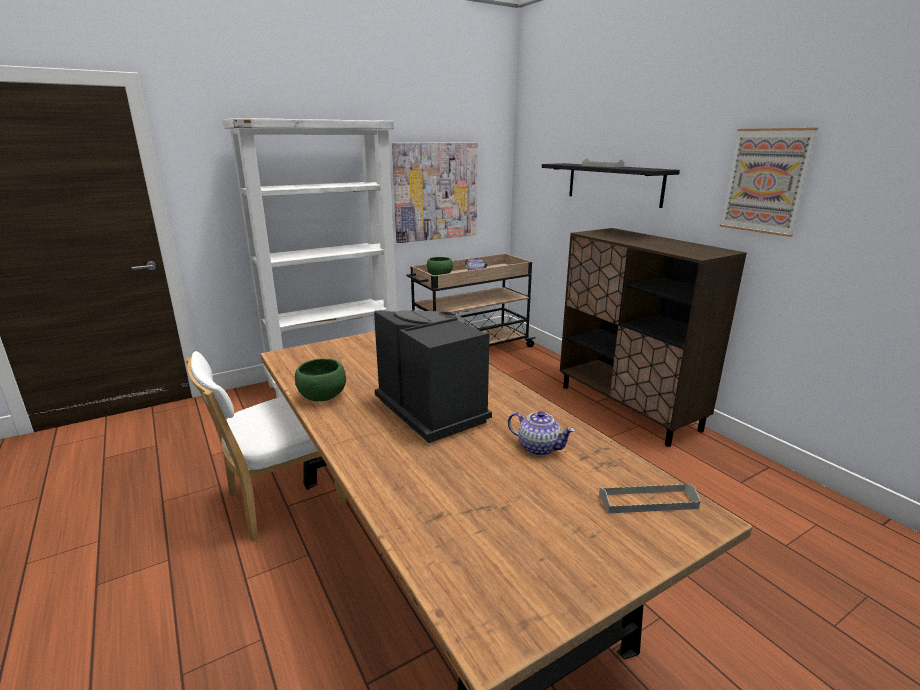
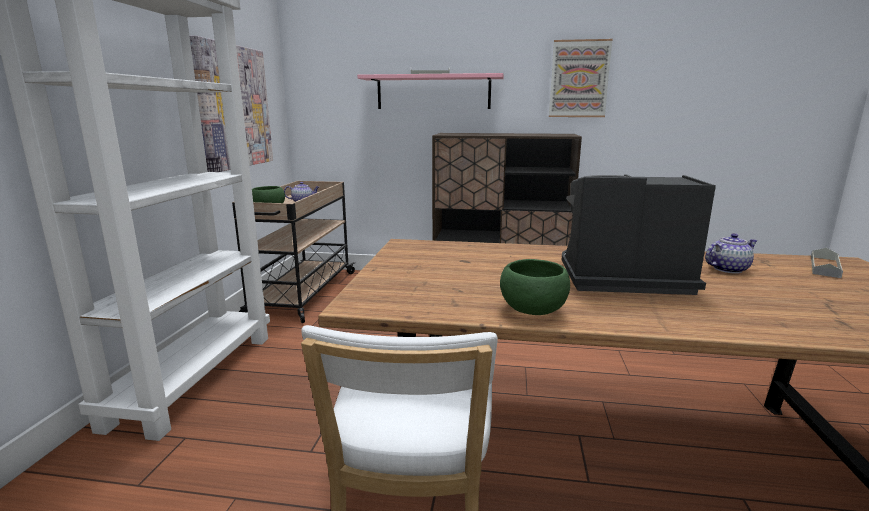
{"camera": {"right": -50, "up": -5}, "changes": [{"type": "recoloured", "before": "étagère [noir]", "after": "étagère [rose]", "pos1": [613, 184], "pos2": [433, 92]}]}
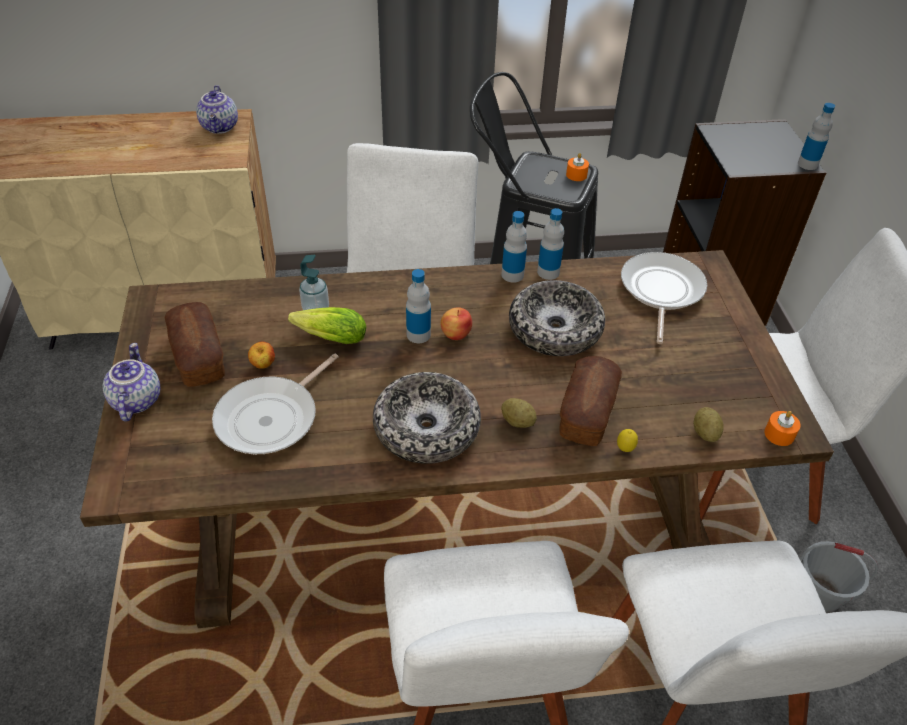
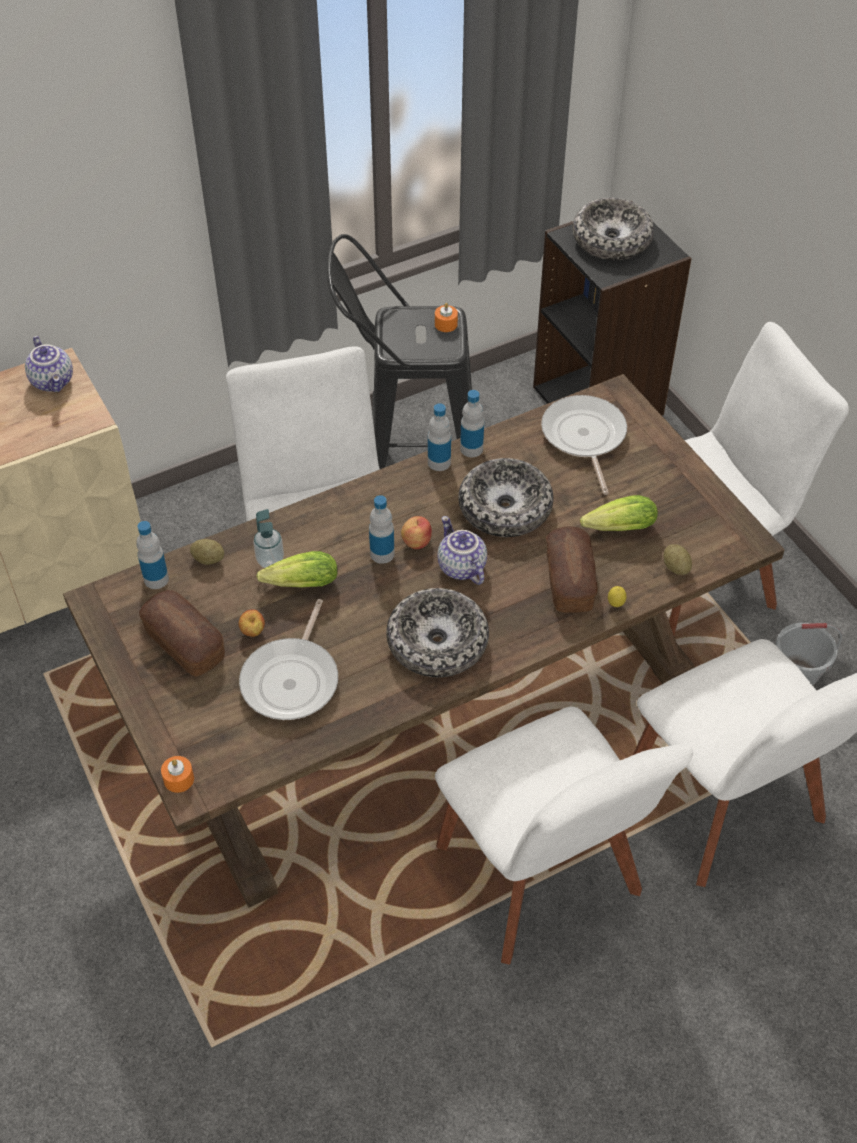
{"camera": {"right": -20, "up": 5}, "changes": [{"type": "moved", "before": "bouteille", "pos1": [807, 164], "pos2": [156, 579]}, {"type": "moved", "before": "bougie [orange]", "pos1": [779, 434], "pos2": [179, 779]}, {"type": "moved", "before": "pomme de terre", "pos1": [517, 421], "pos2": [208, 559]}, {"type": "moved", "before": "théière", "pos1": [135, 400], "pos2": [460, 567]}, {"type": "added", "after": "bol", "pos2": [611, 239]}, {"type": "added", "after": "laitue", "pos2": [616, 529]}]}
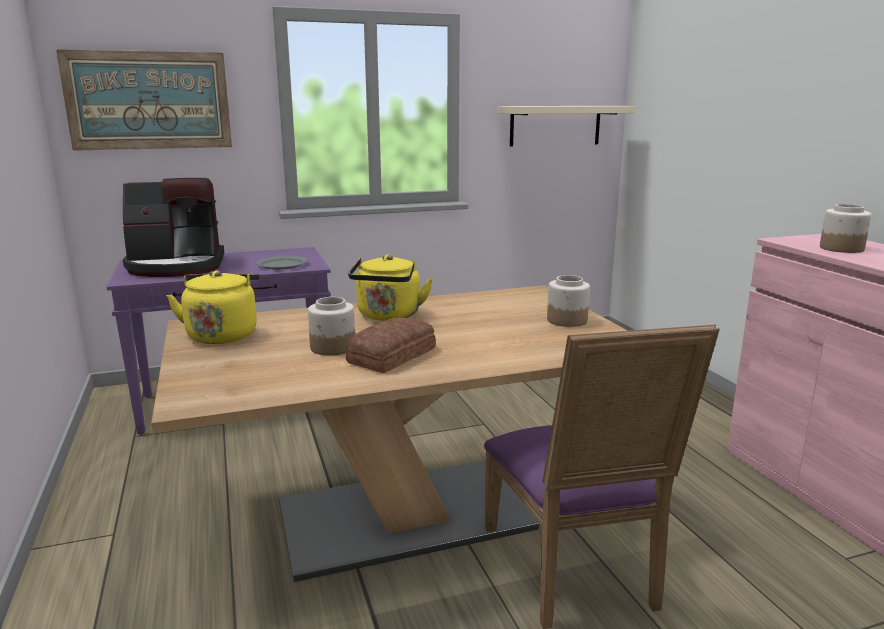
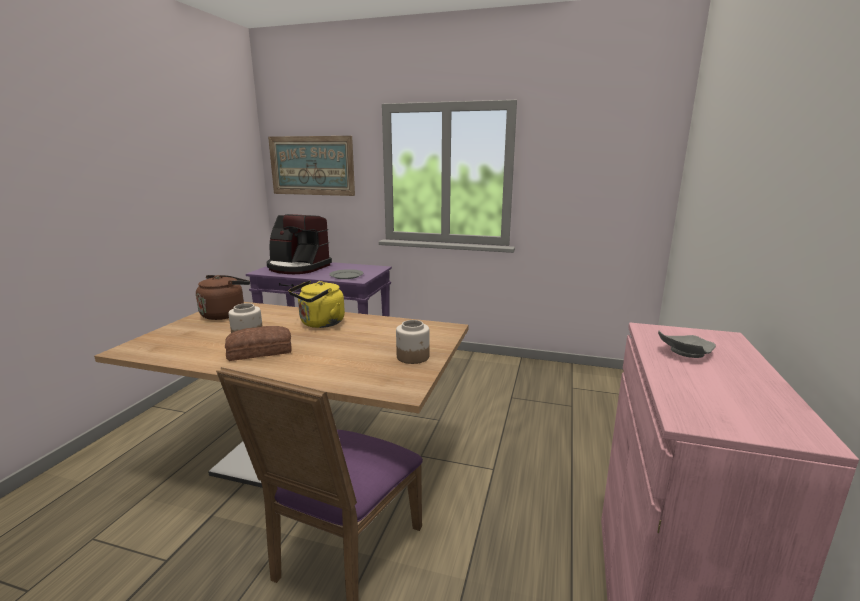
{"camera": {"right": 35, "up": 0}, "changes": [{"type": "recoloured", "before": "bouilloire [jaune]", "after": "bouilloire [marron]", "pos1": [222, 334], "pos2": [225, 314]}, {"type": "replaced", "before": "bocal", "after": "assiette [gris]", "pos1": [841, 249], "pos2": [684, 353]}, {"type": "removed", "before": "étagère [beige]", "pos1": [555, 125]}]}
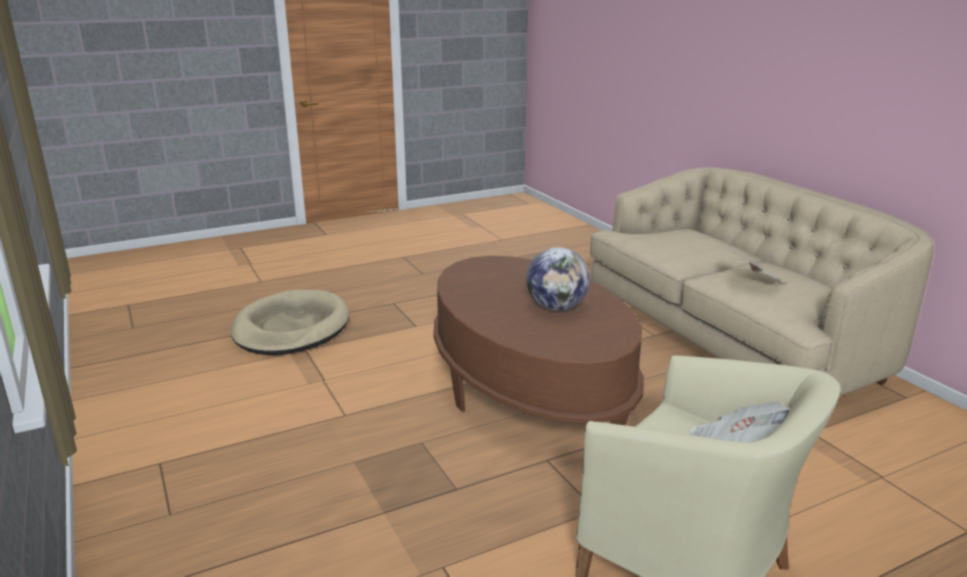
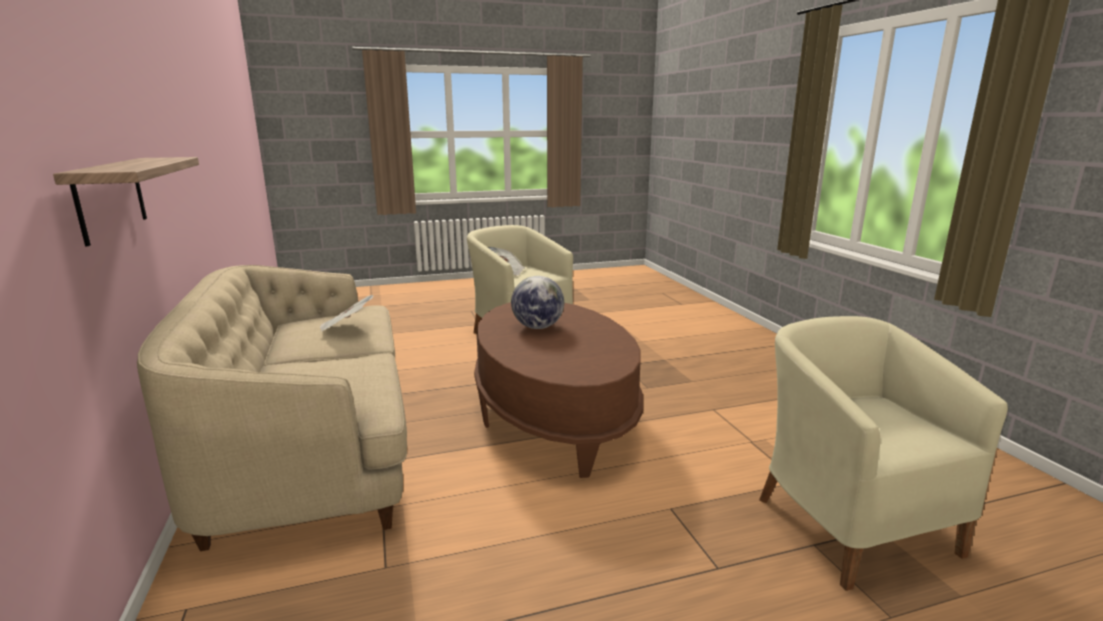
{"camera": {"right": -170, "up": -5}, "changes": [{"type": "added", "after": "étagère", "pos2": [111, 198]}, {"type": "replaced", "before": "panier pour chien [beige]", "after": "fauteuil [beige]", "pos1": [291, 328], "pos2": [849, 523]}]}
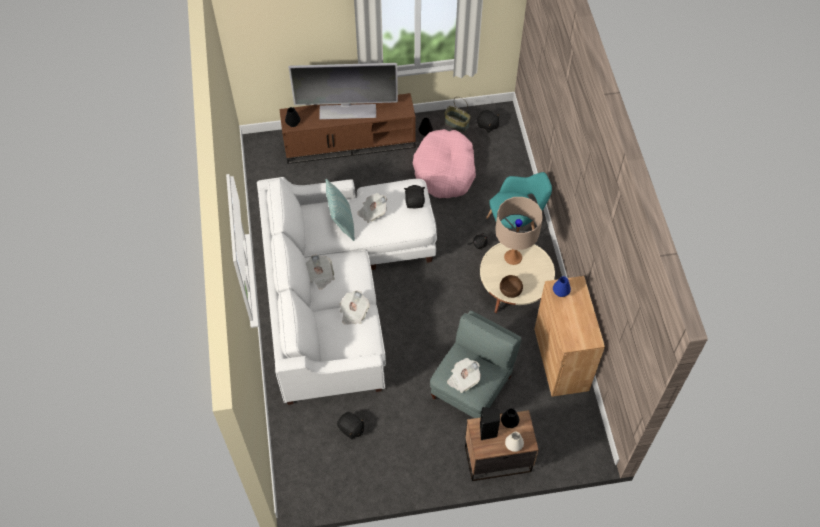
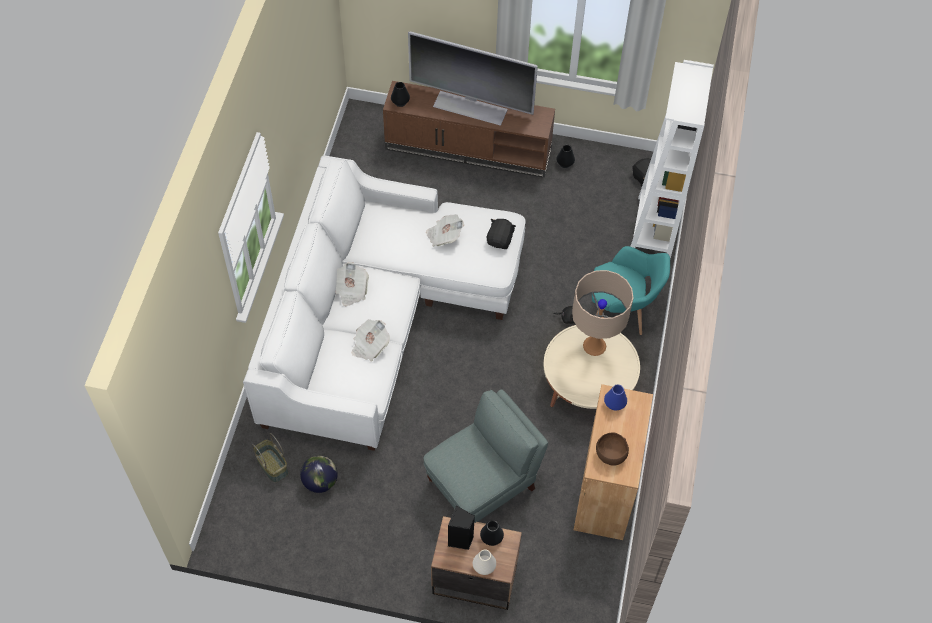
{"camera": {"right": 20, "up": 0}, "changes": [{"type": "moved", "before": "panier", "pos1": [457, 124], "pos2": [273, 466]}, {"type": "replaced", "before": "peluche [noir]", "after": "globe", "pos1": [351, 429], "pos2": [320, 481]}, {"type": "moved", "before": "bol [marron]", "pos1": [510, 291], "pos2": [611, 455]}, {"type": "added", "after": "bibliothèque [blanc]", "pos2": [654, 228]}, {"type": "removed", "before": "coussin", "pos1": [341, 223]}, {"type": "removed", "before": "panier pour chien [rose]", "pos1": [445, 170]}, {"type": "removed", "before": "journal", "pos1": [463, 379]}]}
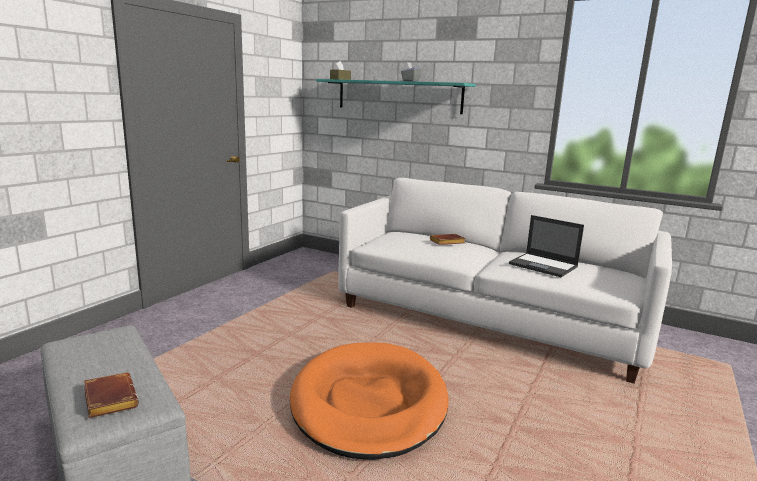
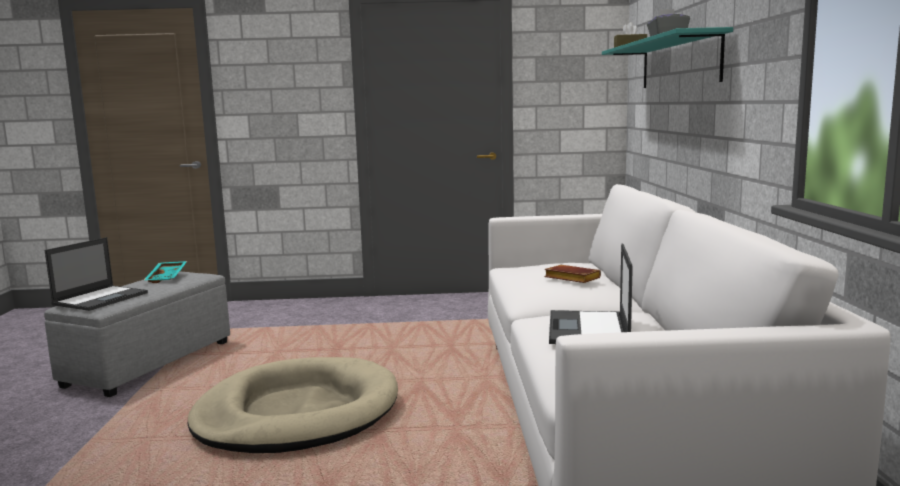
{"camera": {"right": 60, "up": -5}, "changes": [{"type": "replaced", "before": "livre [marron]", "after": "ordinateur portable", "pos1": [108, 399], "pos2": [101, 298]}, {"type": "added", "after": "plateau [turquoise]", "pos2": [168, 277]}, {"type": "recoloured", "before": "panier pour chien [orange]", "after": "panier pour chien [beige]", "pos1": [369, 403], "pos2": [297, 413]}]}
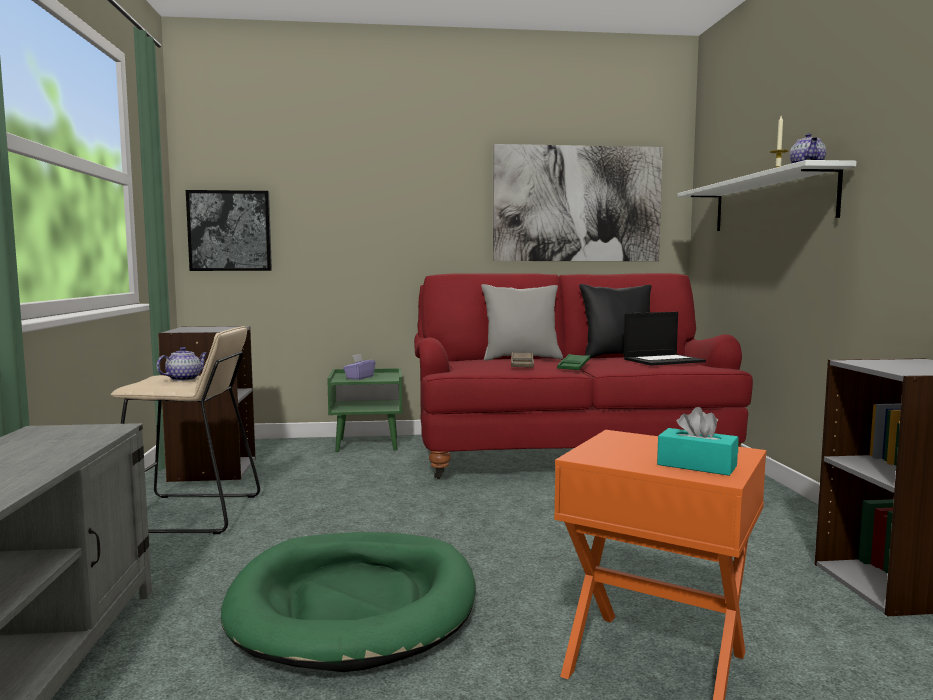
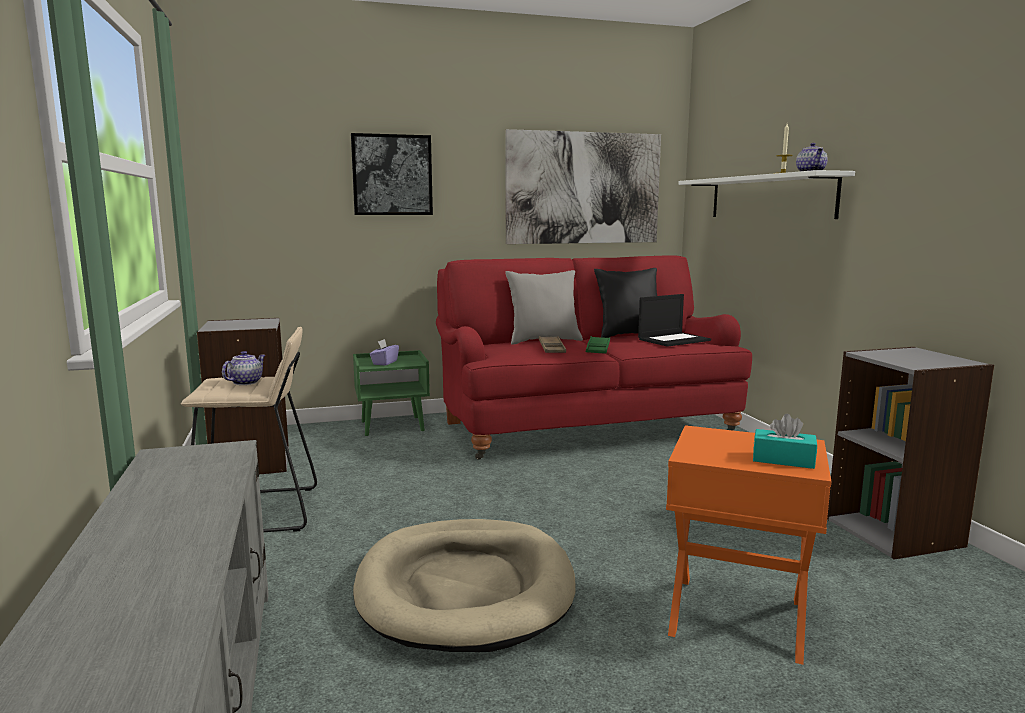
{"camera": {"right": -10, "up": 5}, "changes": [{"type": "moved", "before": "tableau", "pos1": [230, 231], "pos2": [392, 175]}, {"type": "recoloured", "before": "panier pour chien [vert]", "after": "panier pour chien [beige]", "pos1": [354, 604], "pos2": [465, 589]}]}
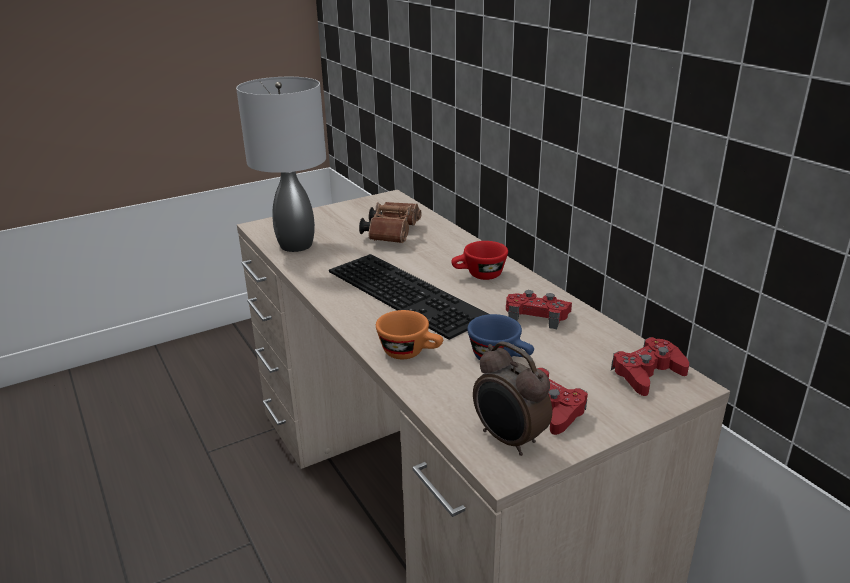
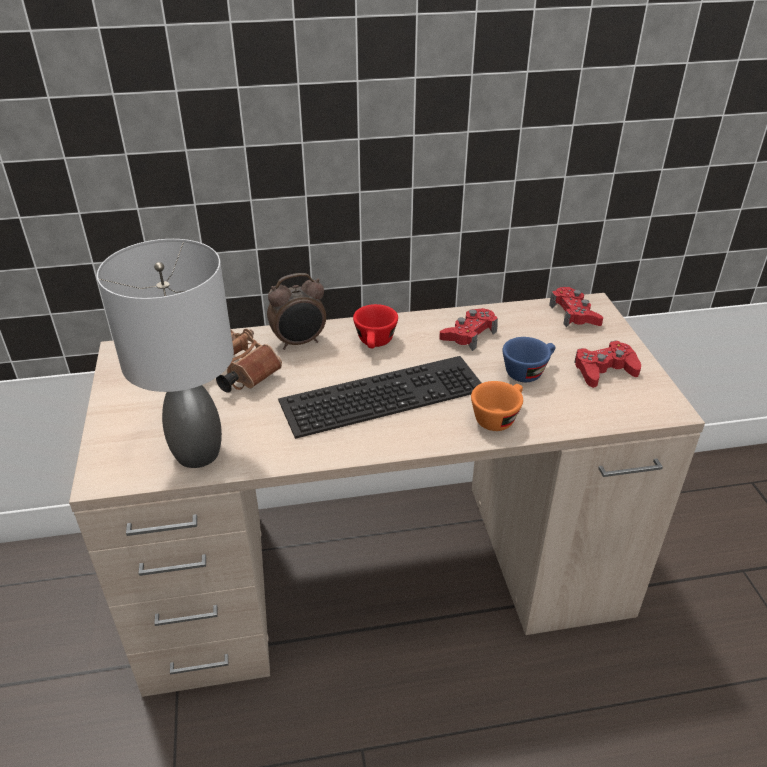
{"camera": {"right": -70, "up": 10}, "changes": [{"type": "moved", "before": "réveil", "pos1": [508, 440], "pos2": [299, 342]}]}
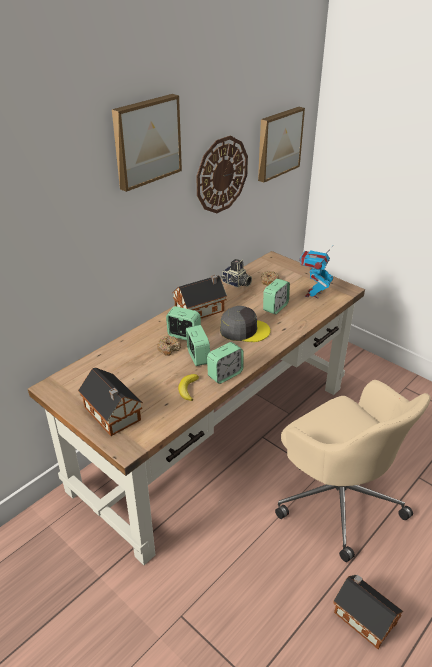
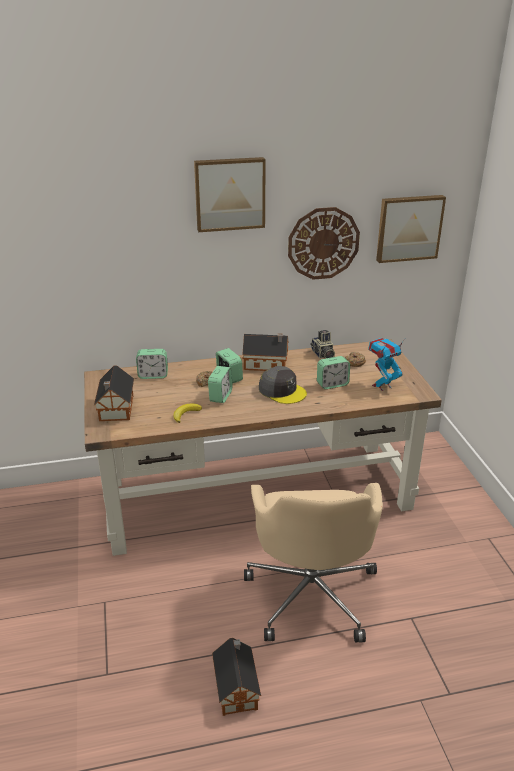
{"camera": {"right": 35, "up": -5}, "changes": [{"type": "moved", "before": "réveil", "pos1": [225, 374], "pos2": [153, 375]}]}
